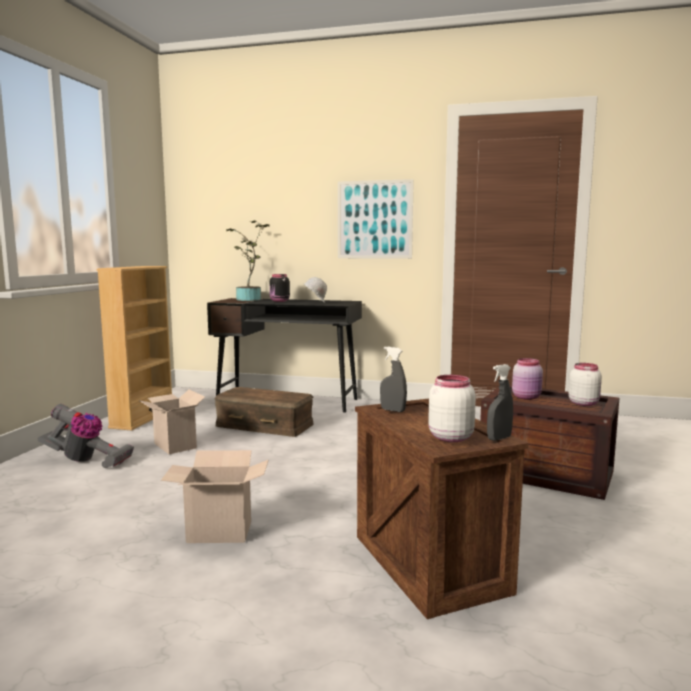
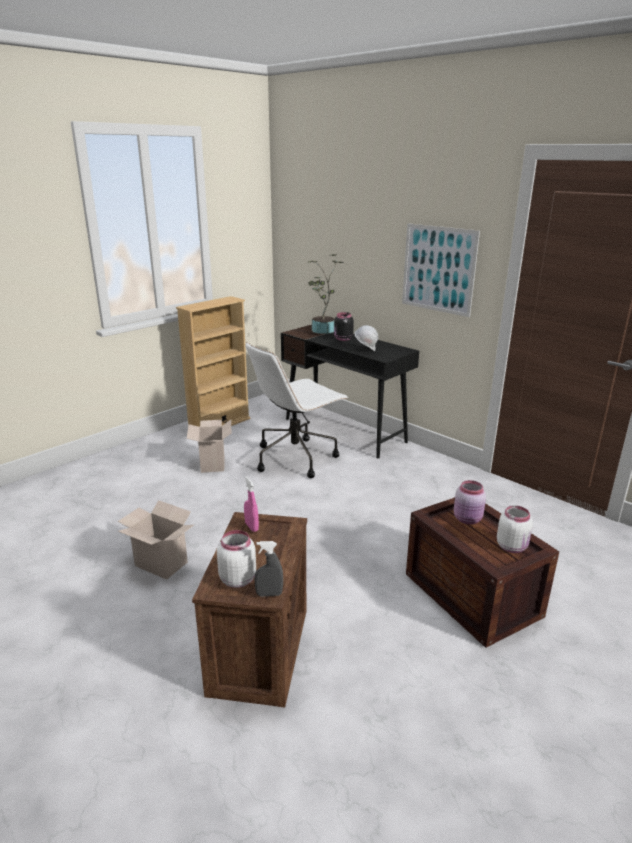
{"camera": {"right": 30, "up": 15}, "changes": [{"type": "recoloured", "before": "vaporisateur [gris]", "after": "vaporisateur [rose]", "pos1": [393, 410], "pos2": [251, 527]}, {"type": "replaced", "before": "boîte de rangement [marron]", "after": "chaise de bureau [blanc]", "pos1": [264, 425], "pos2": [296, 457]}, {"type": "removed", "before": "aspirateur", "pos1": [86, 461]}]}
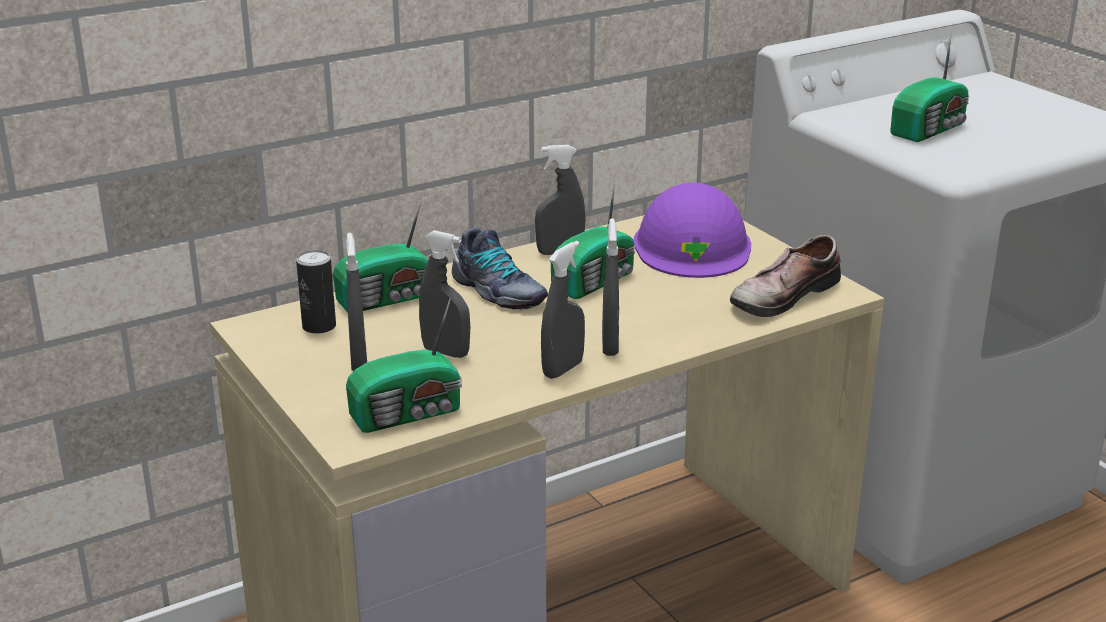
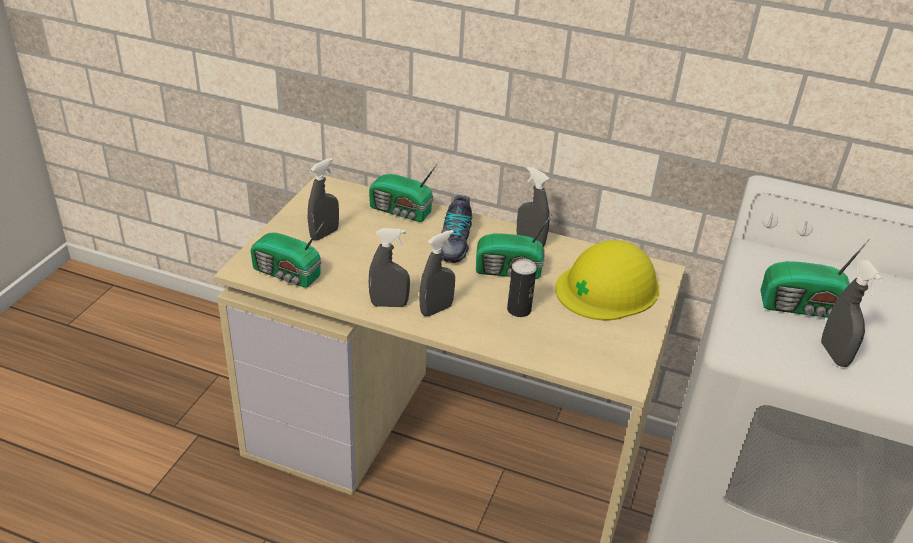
{"camera": {"right": 50, "up": 10}, "changes": [{"type": "moved", "before": "boîte métallique", "pos1": [319, 326], "pos2": [519, 310]}, {"type": "recoloured", "before": "casque de chantier [violet]", "after": "casque de chantier [jaune]", "pos1": [692, 246], "pos2": [608, 288]}, {"type": "moved", "before": "vaporisateur [gris]", "pos1": [446, 352], "pos2": [834, 354]}, {"type": "removed", "before": "chaussure", "pos1": [781, 295]}]}
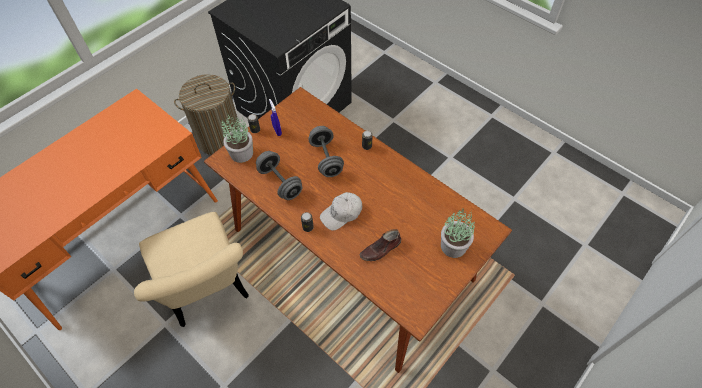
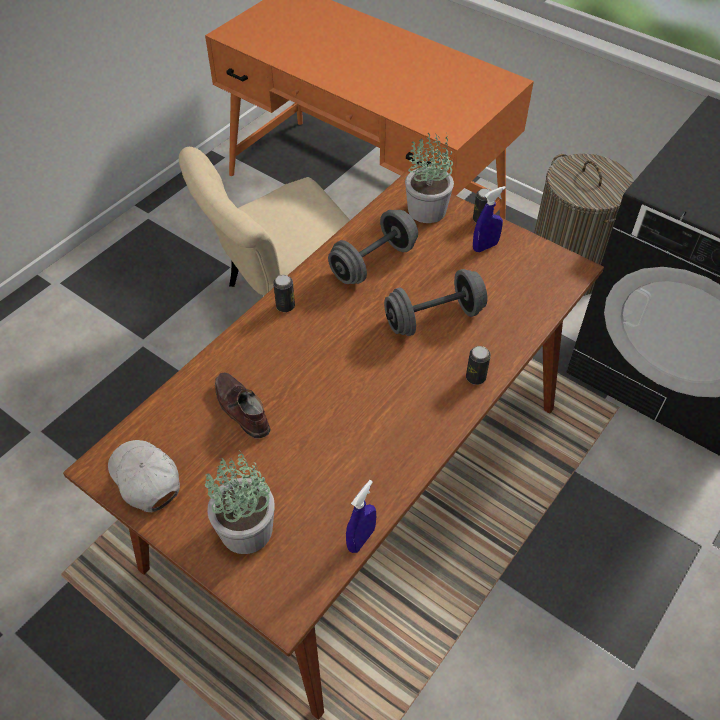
{"camera": {"right": 85, "up": -5}, "changes": [{"type": "moved", "before": "casquette [blanc]", "pos1": [342, 214], "pos2": [145, 479]}, {"type": "added", "after": "vaporisateur [bleu]", "pos2": [361, 539]}]}
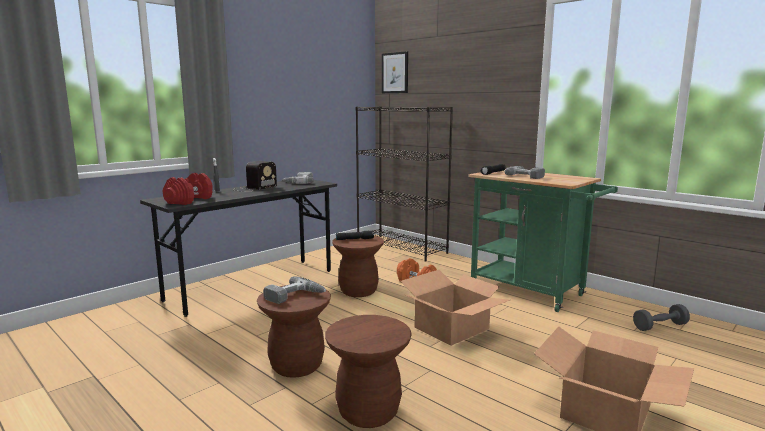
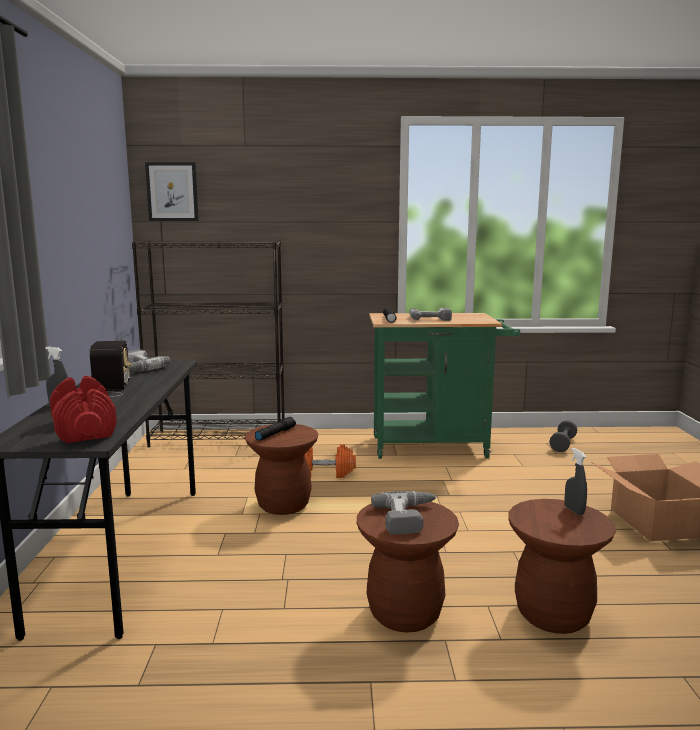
{"camera": {"right": -45, "up": 0}, "changes": [{"type": "added", "after": "vaporisateur [gris]", "pos2": [574, 510]}, {"type": "removed", "before": "carton", "pos1": [452, 328]}]}
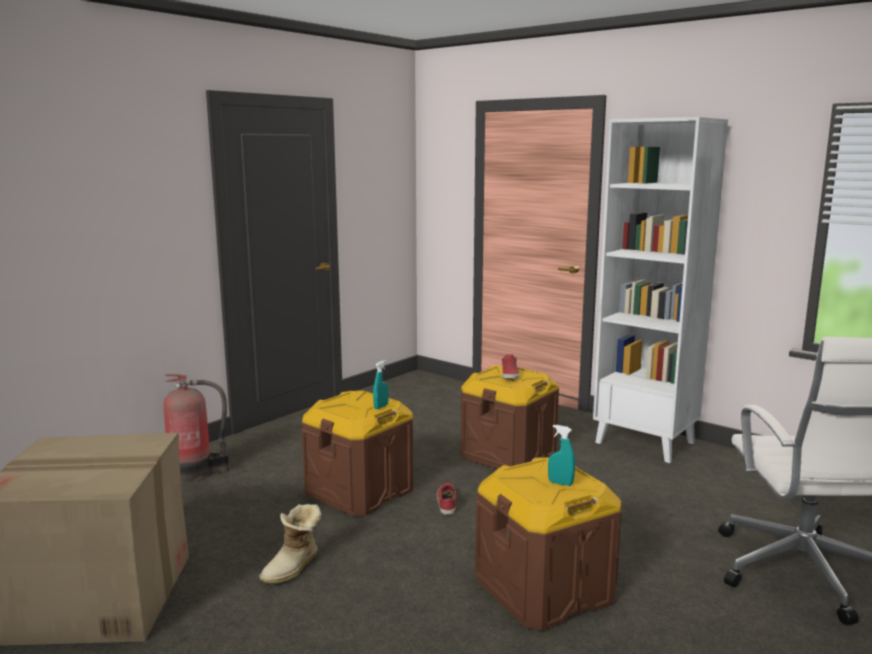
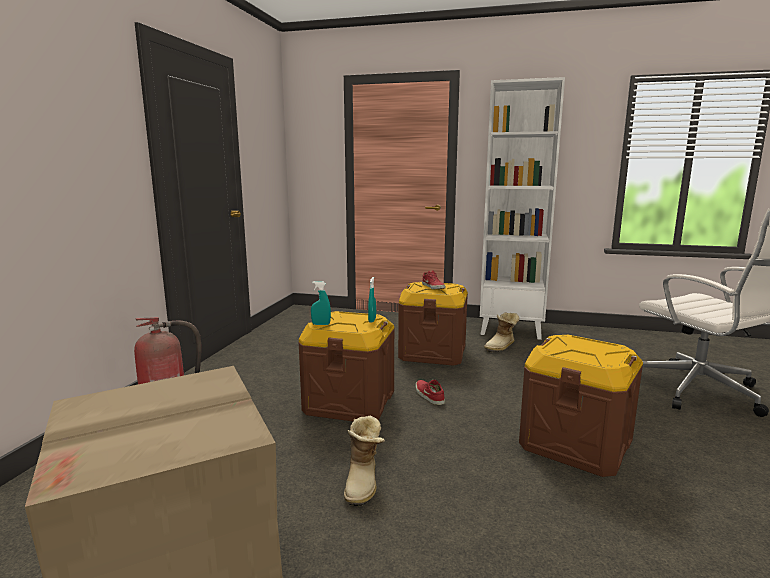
{"camera": {"right": -25, "up": 0}, "changes": [{"type": "moved", "before": "vaporisateur [turquoise]", "pos1": [560, 483], "pos2": [321, 324]}, {"type": "added", "after": "botte", "pos2": [501, 347]}]}
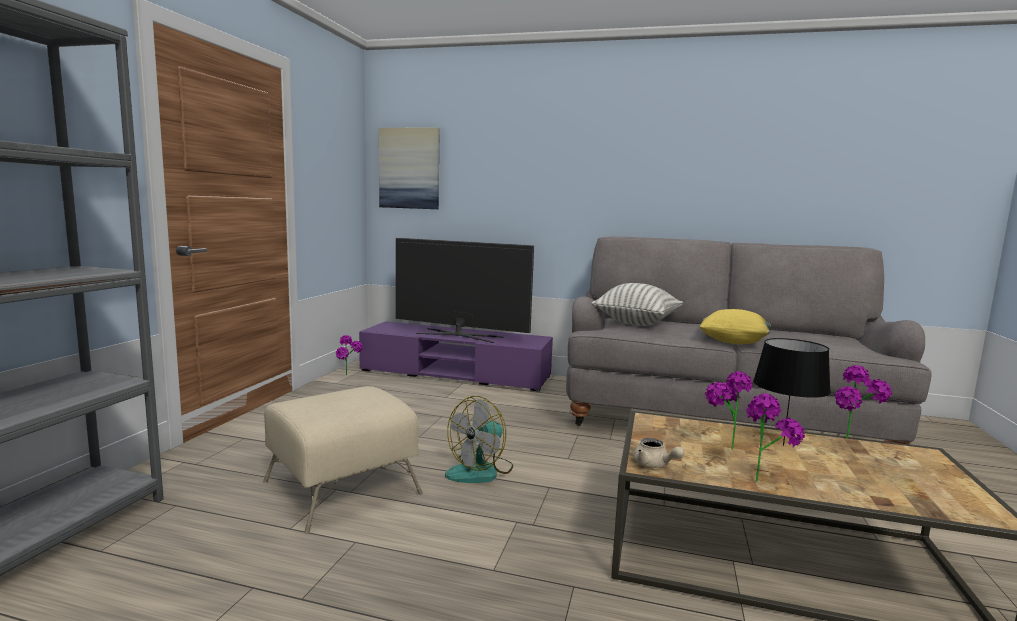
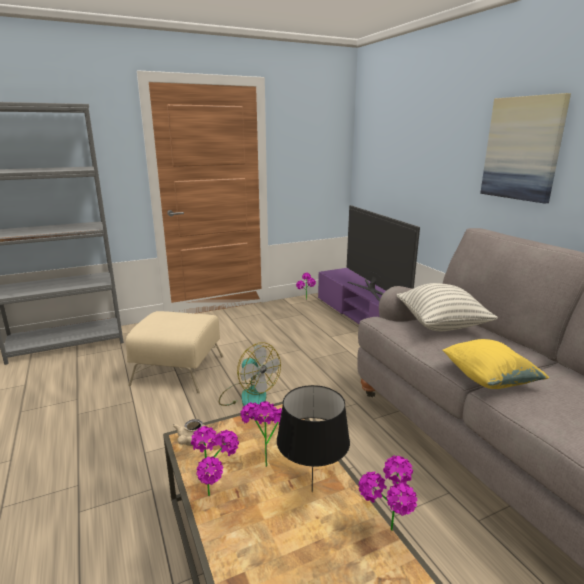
{"camera": {"right": 50, "up": 10}, "changes": [{"type": "turned", "before": "ventilateur", "pos1": [481, 471], "pos2": [248, 396], "turn": -135}, {"type": "moved", "before": "tableau", "pos1": [409, 168], "pos2": [522, 148]}]}
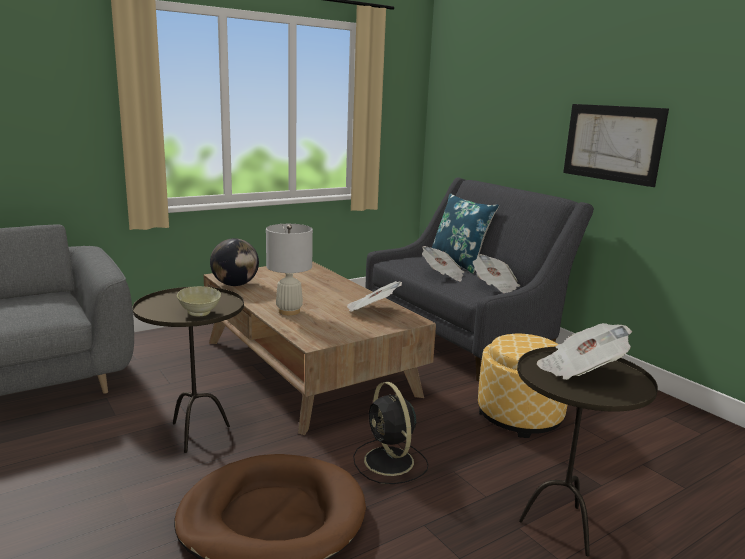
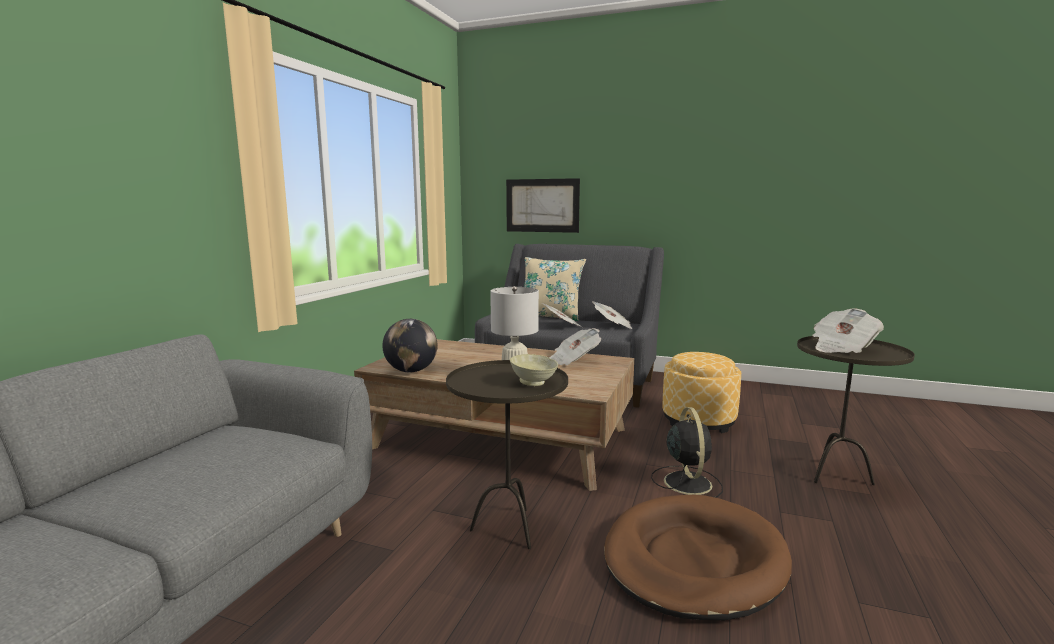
{"camera": {"right": -35, "up": -5}, "changes": [{"type": "moved", "before": "tableau", "pos1": [612, 143], "pos2": [542, 205]}, {"type": "recoloured", "before": "coussin [bleu]", "after": "coussin [beige]", "pos1": [458, 263], "pos2": [550, 317]}, {"type": "turned", "before": "ventilateur [noir]", "pos1": [390, 462], "pos2": [686, 482], "turn": -120}]}
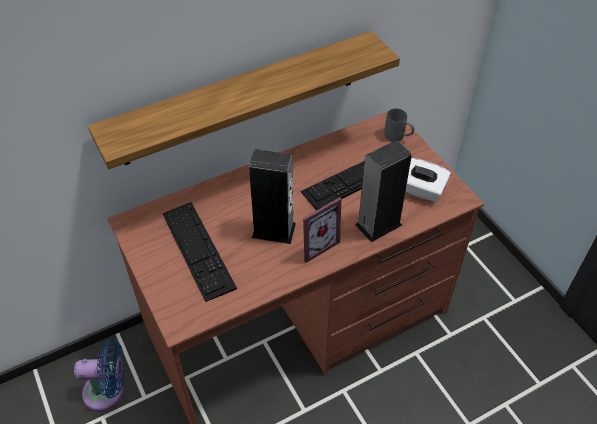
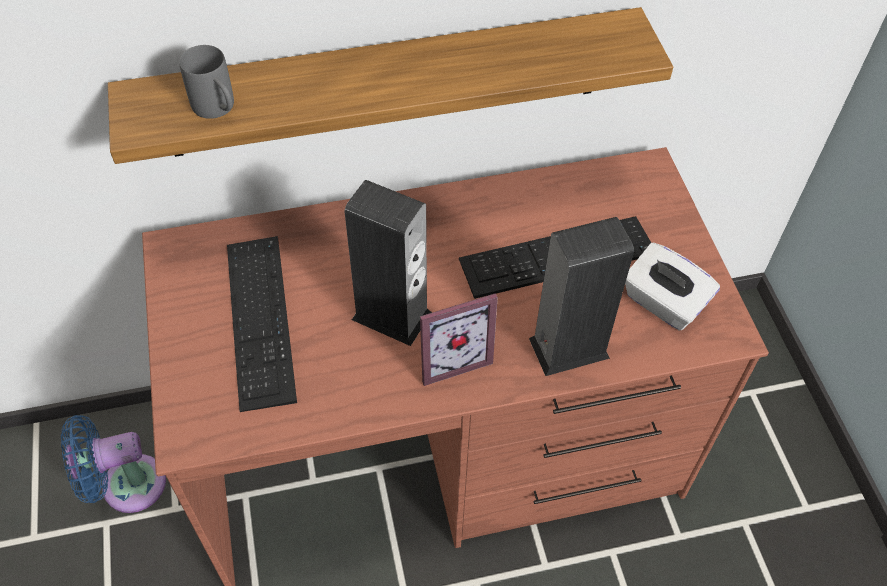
{"camera": {"right": 15, "up": 5}, "changes": [{"type": "turned", "before": "ventilateur [bleu]", "pos1": [108, 391], "pos2": [126, 485], "turn": 150}, {"type": "moved", "before": "mug [gris]", "pos1": [398, 137], "pos2": [218, 110]}]}
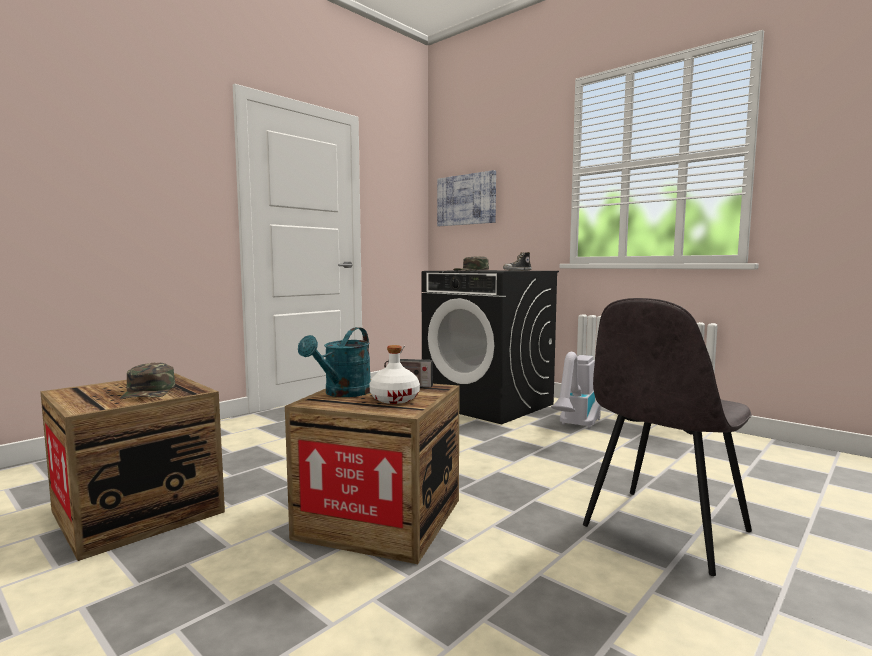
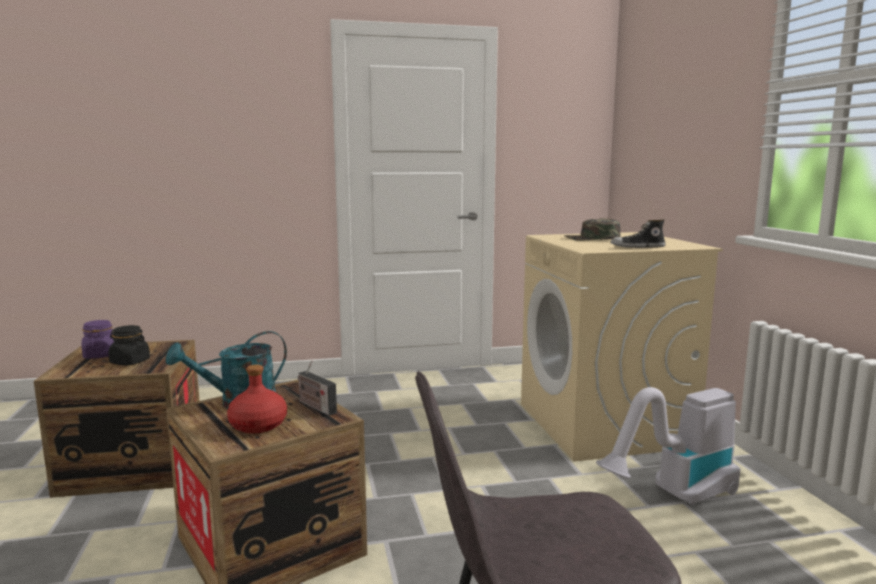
{"camera": {"right": 35, "up": 5}, "changes": [{"type": "added", "after": "bocal [violet]", "pos2": [100, 355]}, {"type": "replaced", "before": "casquette [vert]", "after": "bocal [noir]", "pos1": [149, 391], "pos2": [129, 362]}, {"type": "recoloured", "before": "bouteille [blanc]", "after": "bouteille [rouge]", "pos1": [394, 399], "pos2": [258, 425]}, {"type": "recoloured", "before": "lave-linge [noir]", "after": "lave-linge [beige]", "pos1": [489, 404], "pos2": [604, 425]}, {"type": "removed", "before": "tableau", "pos1": [466, 200]}]}
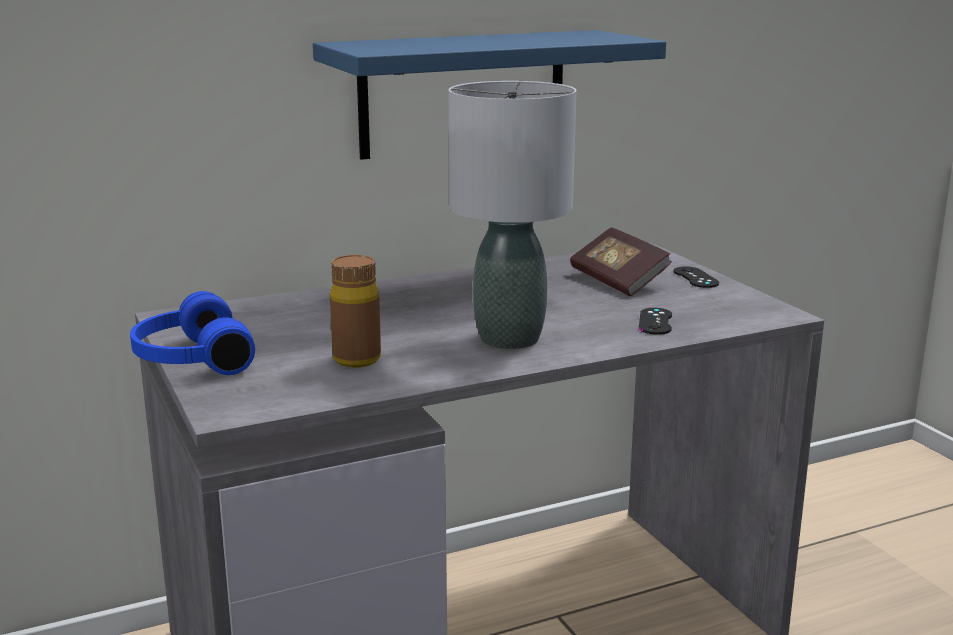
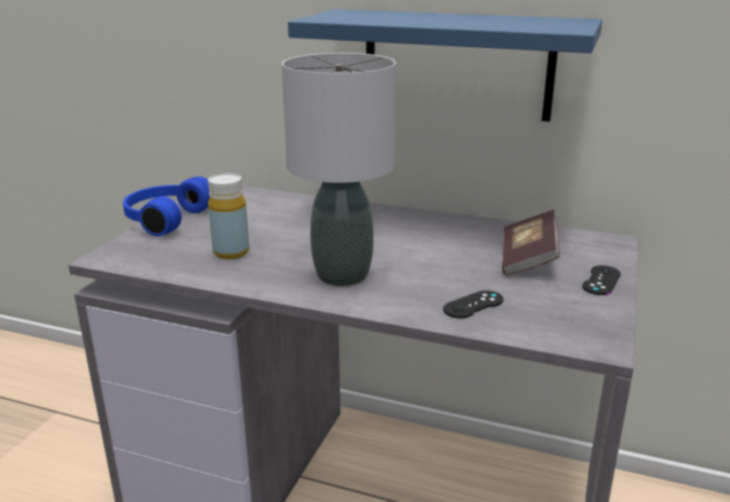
{"camera": {"right": 45, "up": 5}, "changes": [{"type": "recoloured", "before": "bouteille [marron]", "after": "bouteille [jaune]", "pos1": [357, 359], "pos2": [231, 252]}]}
